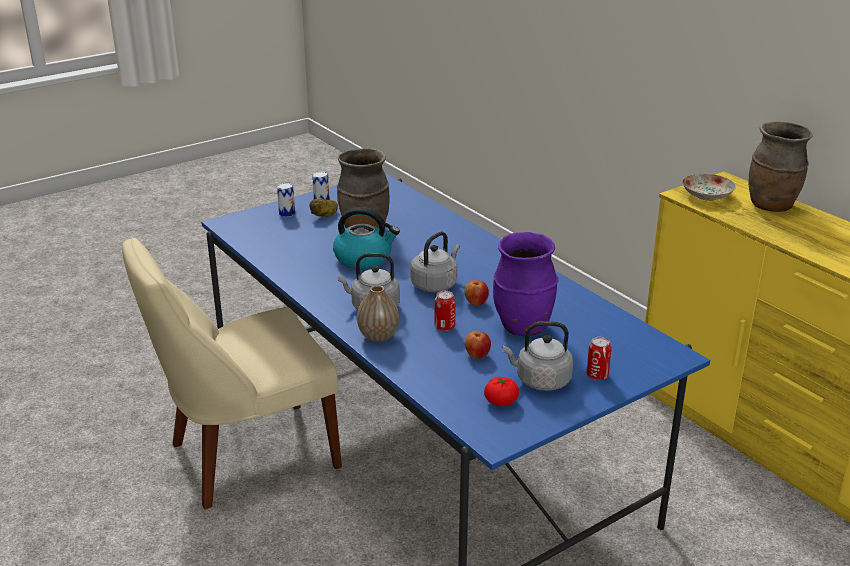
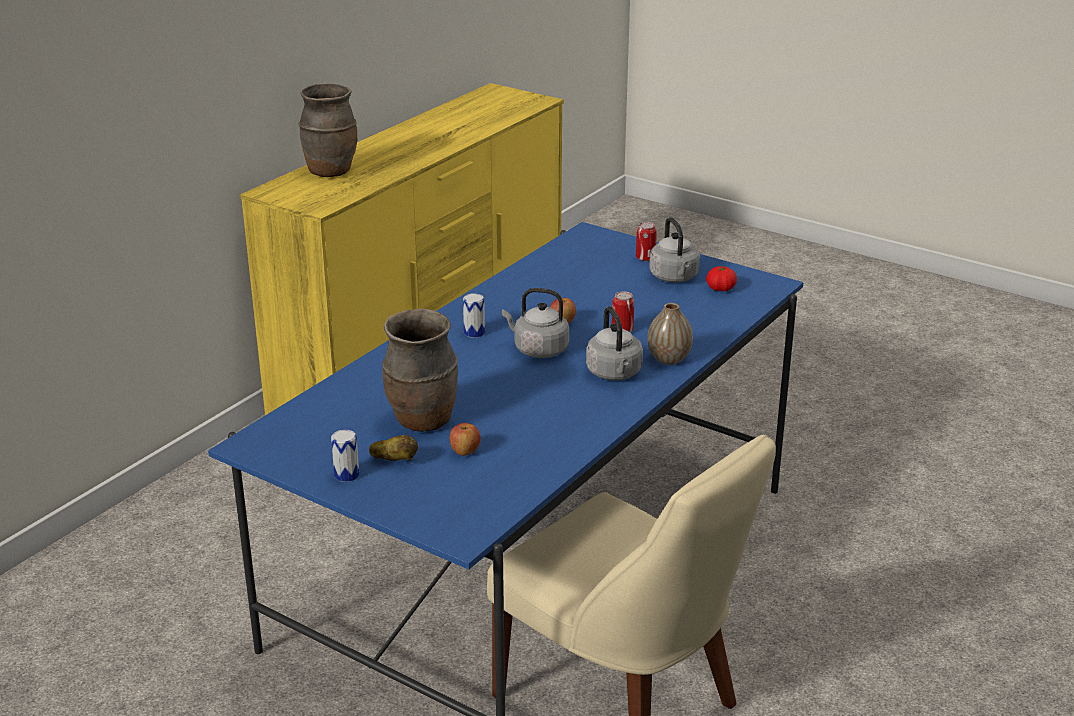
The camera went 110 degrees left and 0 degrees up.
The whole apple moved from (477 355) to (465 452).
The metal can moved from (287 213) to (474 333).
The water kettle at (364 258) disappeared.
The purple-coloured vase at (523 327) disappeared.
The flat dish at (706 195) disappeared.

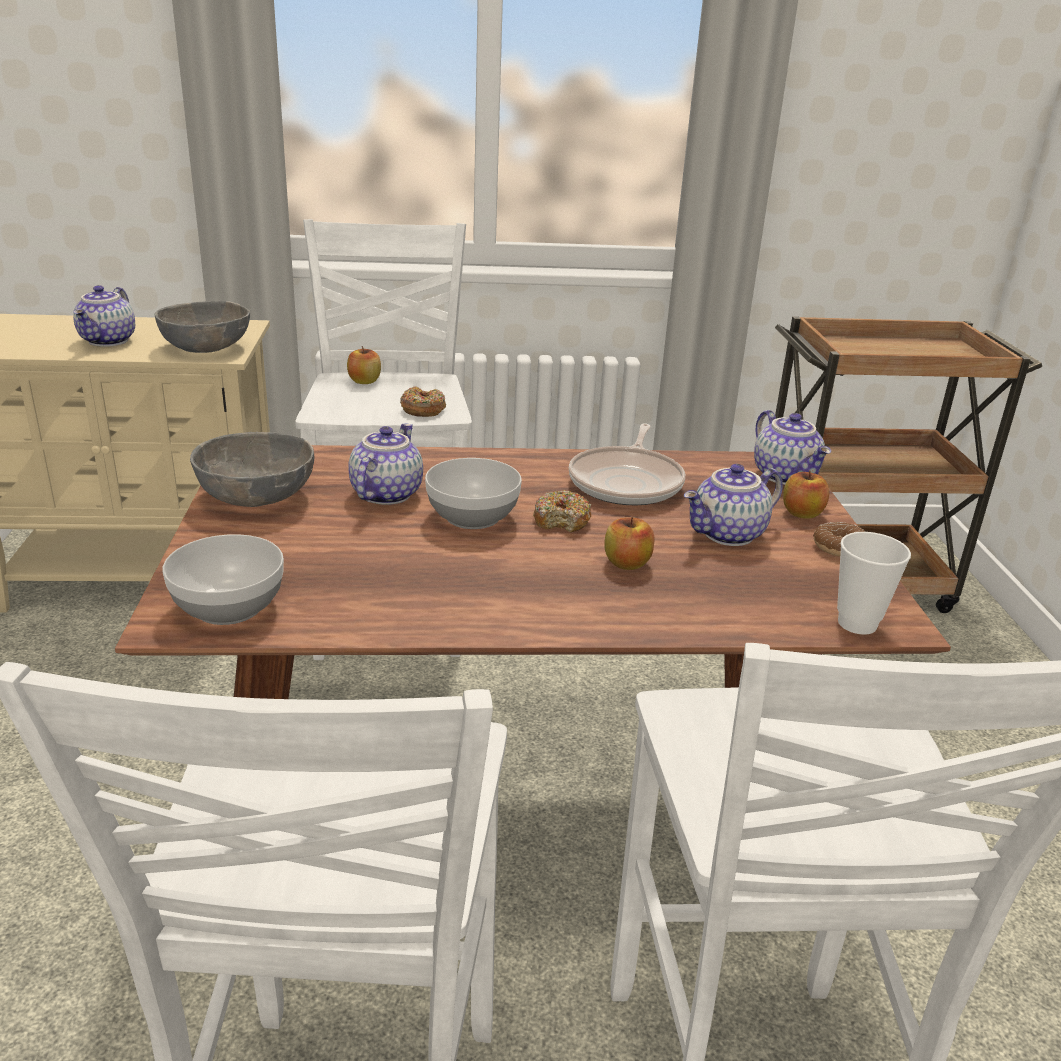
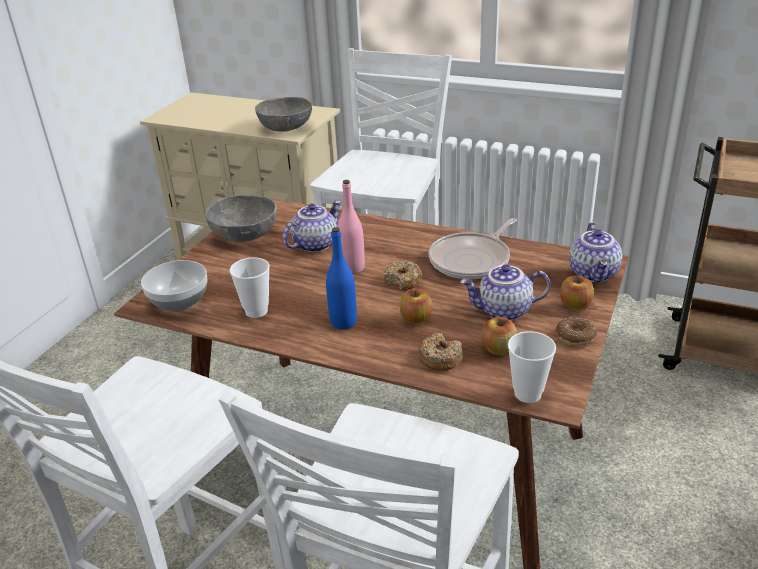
The camera went 30 degrees right and 5 degrees up.
The cup at (256 311) appeared.
The blue drink bottle at (343 322) appeared.
The bowl at (474 516) was replaced by the pinkish drink bottle at (352 268).
The donut moved from (422 409) to (440 358).
The whole apple moved from (364 381) to (498 349).
The tea pot at (109 341) disappeared.

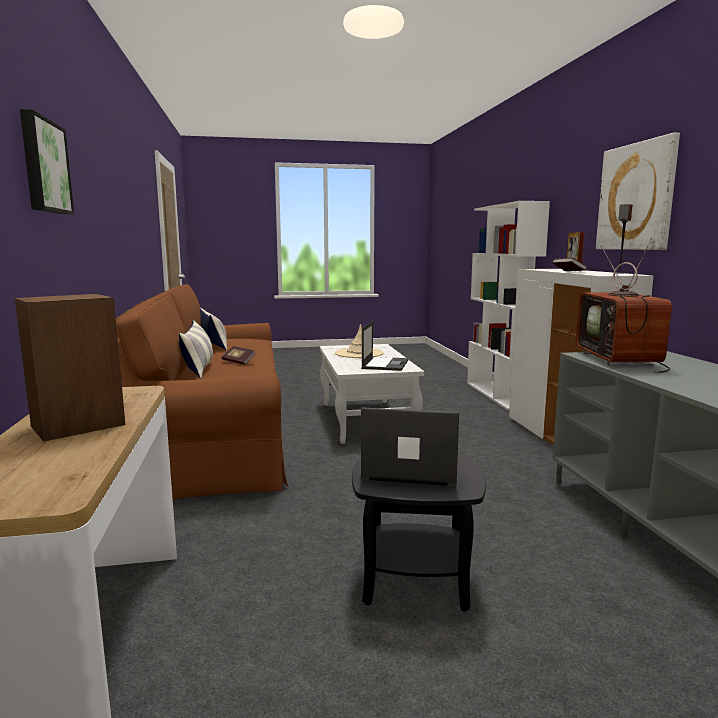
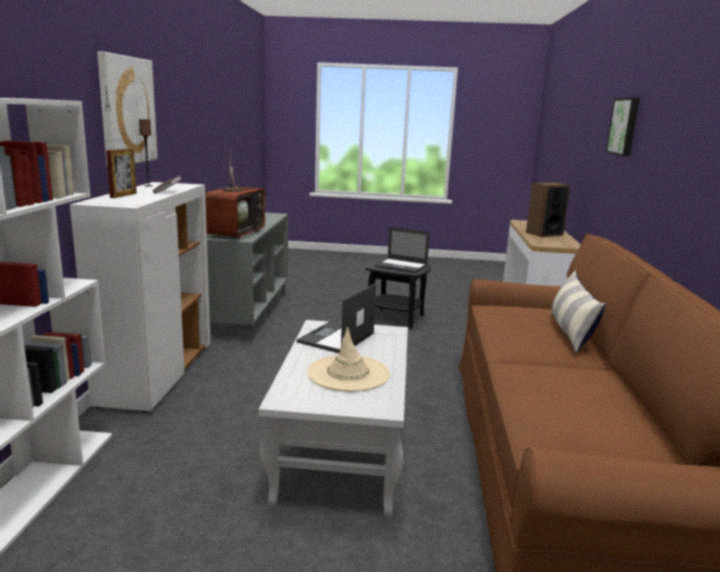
The camera went 165 degrees left and 5 degrees up.
The cushion at (214 344) disappeared.
The bound book at (238 362) disappeared.

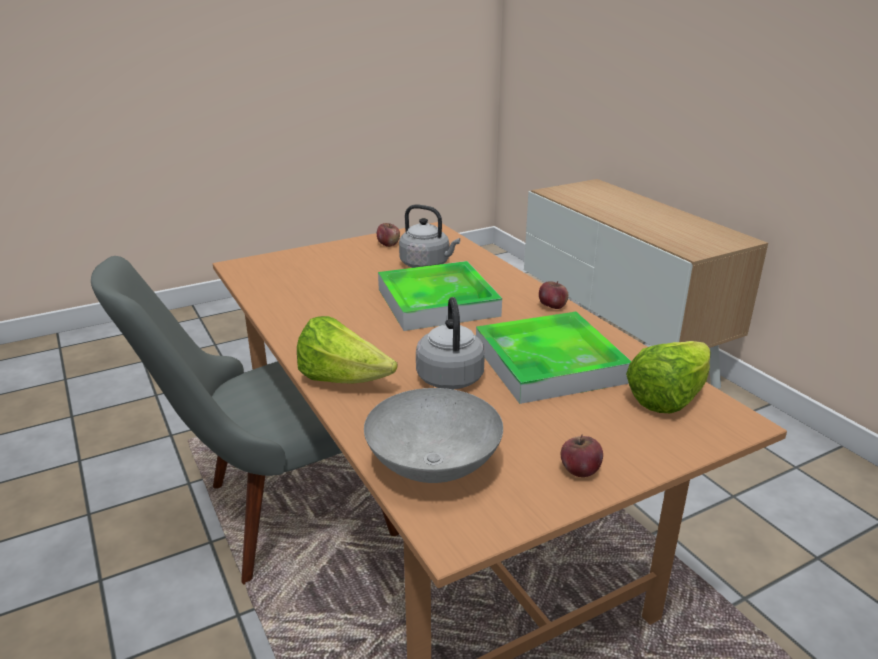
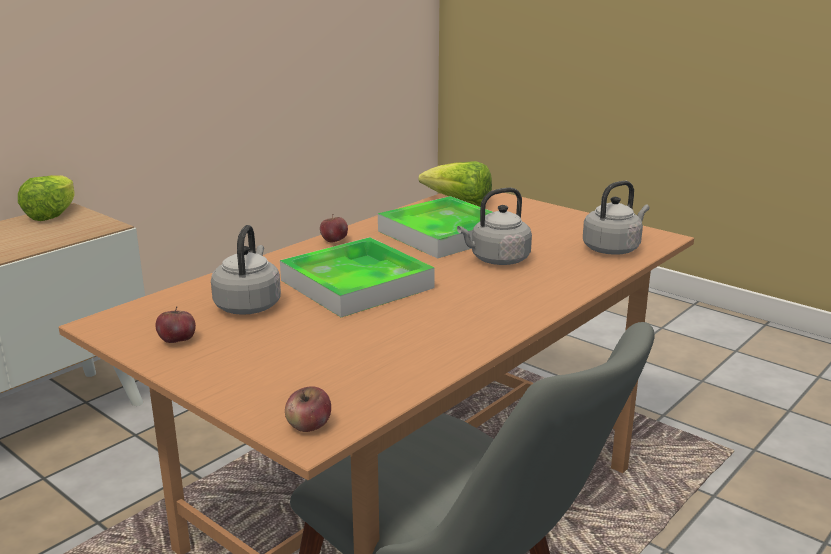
The camera went 110 degrees left and 5 degrees down.
The lettuce moved from (343 380) to (52 215).
The whole apple moved from (579 470) to (309 426).
The gray bowl at (435 468) was replaced by the gray water kettle at (613 248).

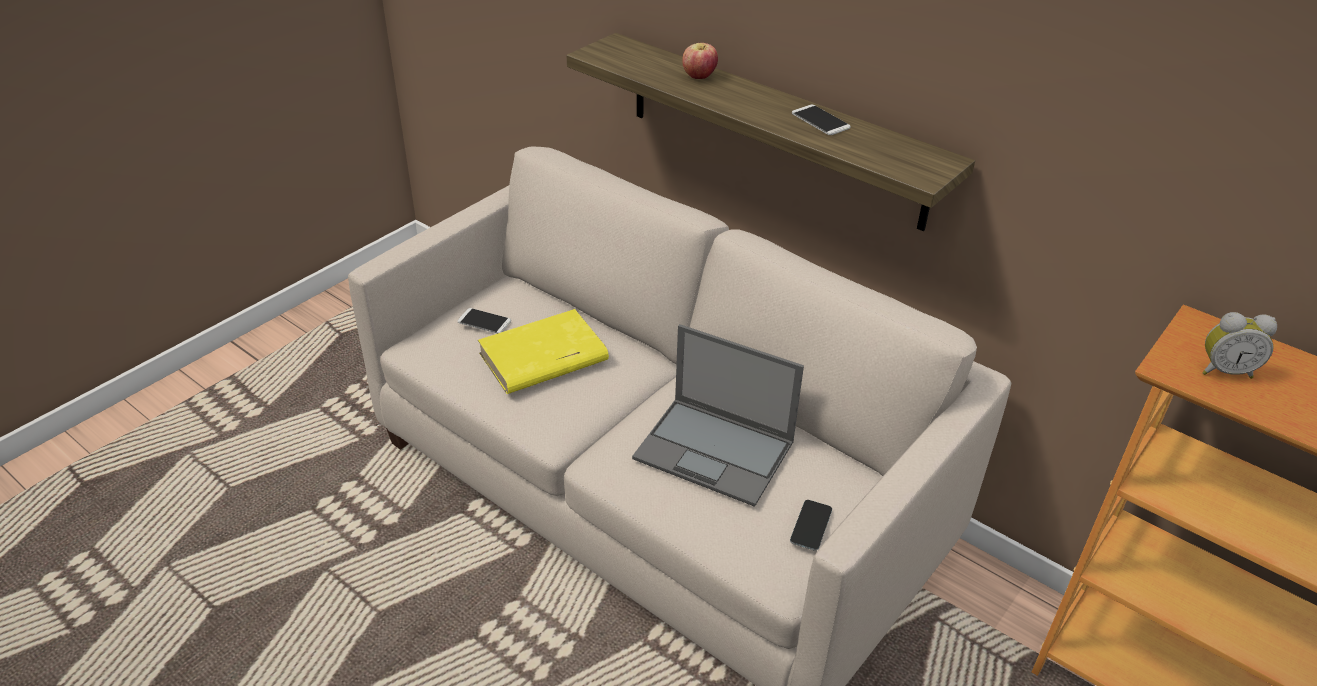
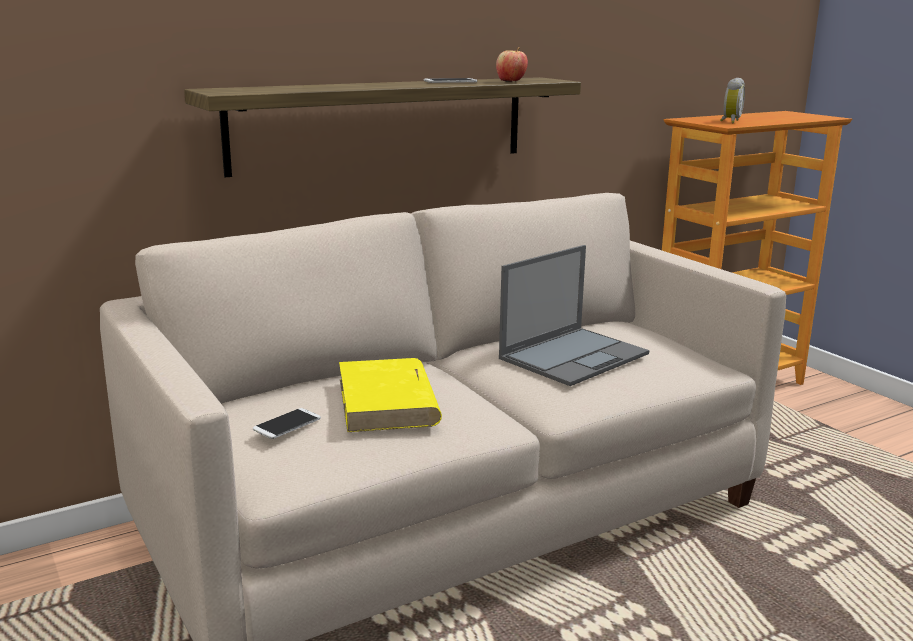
The camera went 70 degrees left and 20 degrees down.
The whole apple moved from (699 77) to (511 81).
The telephone at (811 525) disappeared.

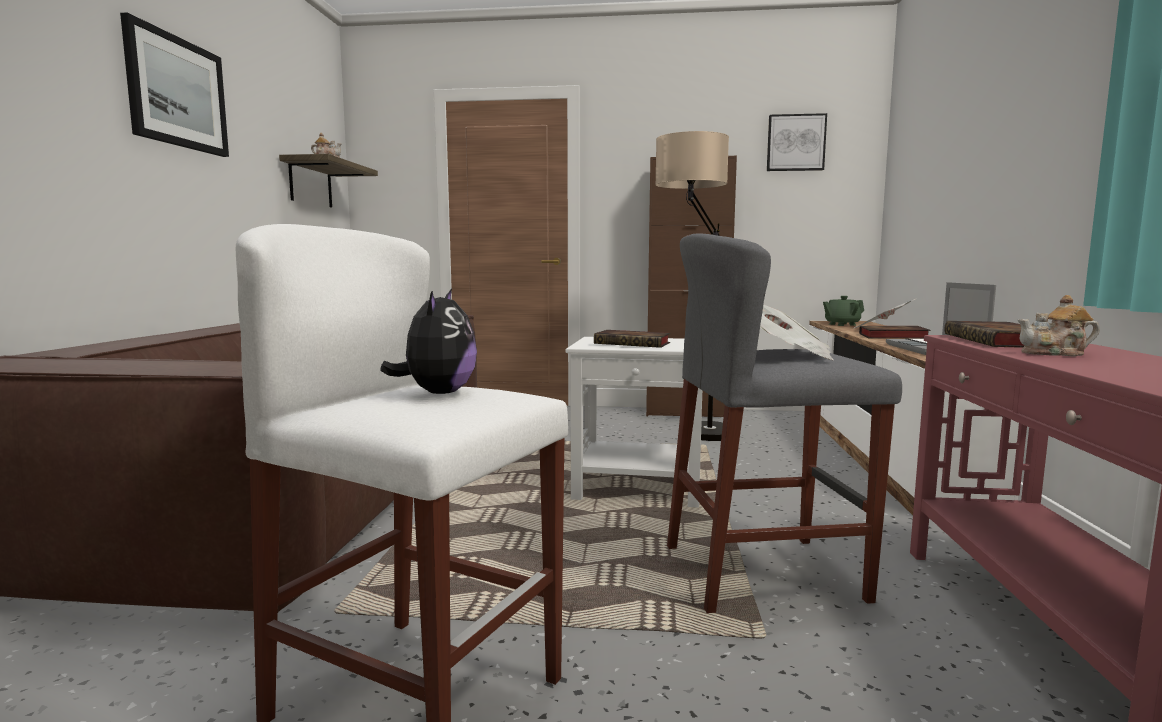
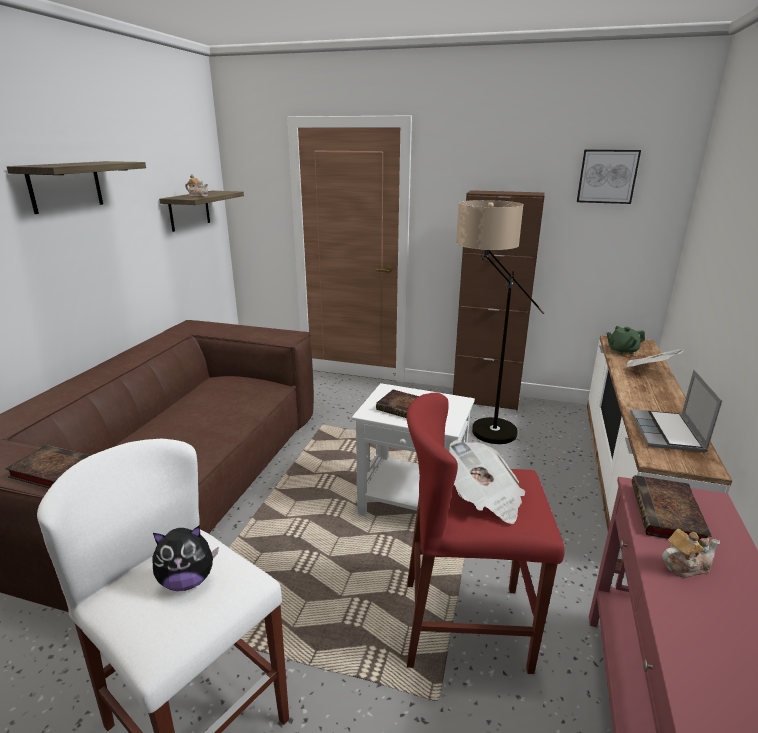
The camera went 10 degrees right and 15 degrees up.
The bound book moved from (891 336) to (52 471).
The wall picture at (177 92) was replaced by the shelf at (65 186).
The plush toy at (437 393) turned 60 degrees clockwise.
The gray stool seat at (763 573) became the red-coloured stool seat at (465 625).
The tea pot at (1055 354) turned 150 degrees clockwise.

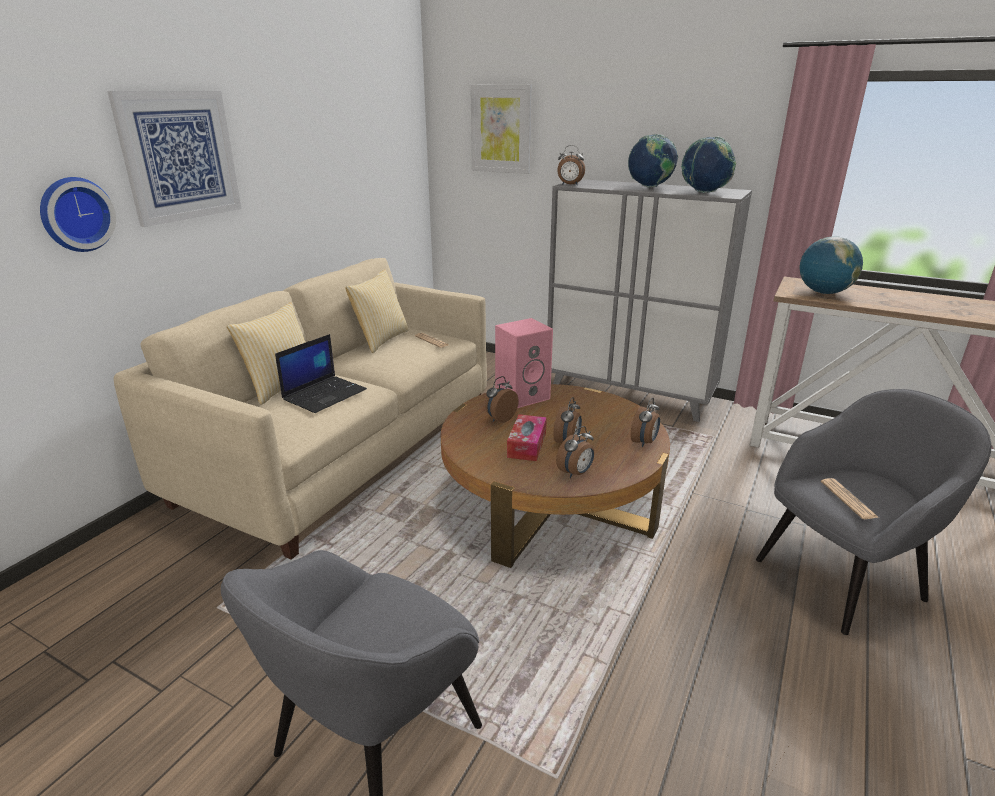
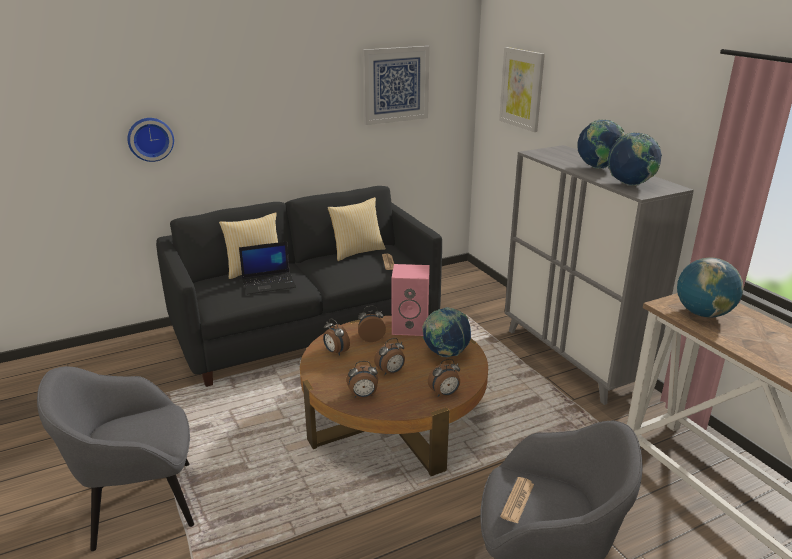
The camera went 35 degrees right and 0 degrees up.
The beige-coloured settee at (344 451) became the blackish settee at (306 328).
The alarm clock moved from (569 185) to (335 352).
The wall picture moved from (180 156) to (395 85).
The globe at (445 354) appeared.
The box of tissues at (527 445) disappeared.

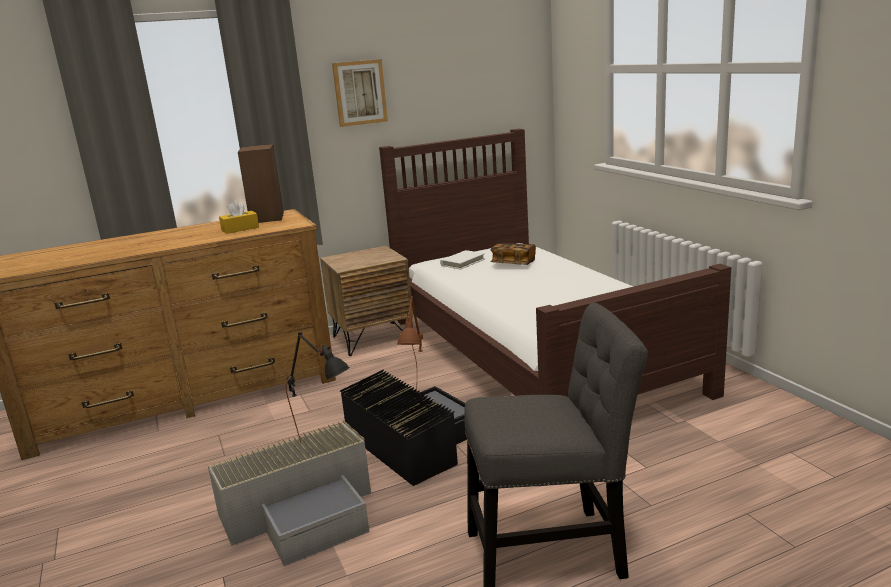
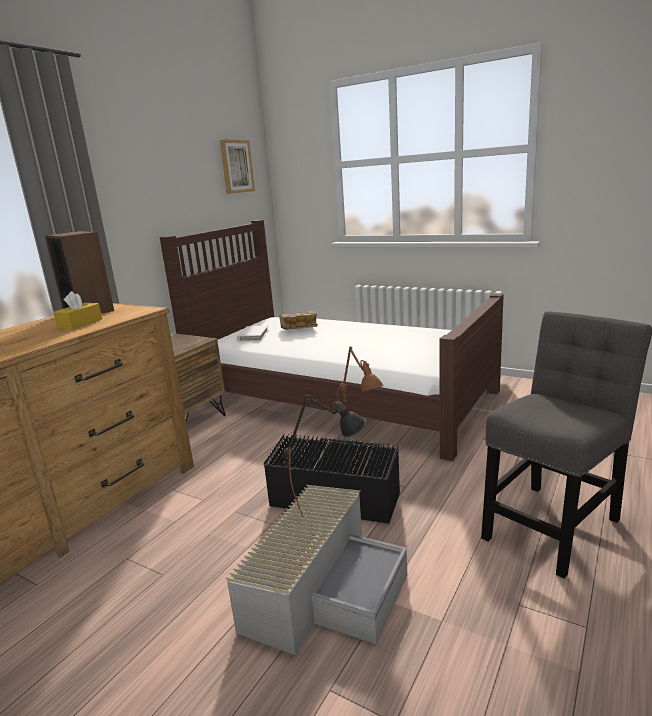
The camera went 35 degrees left and 0 degrees up.
The wall picture moved from (359 92) to (236 166).

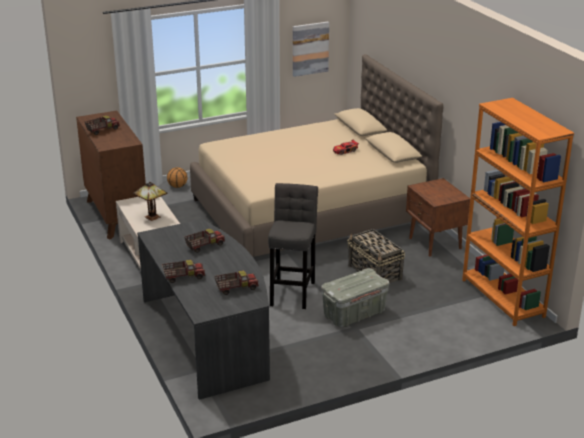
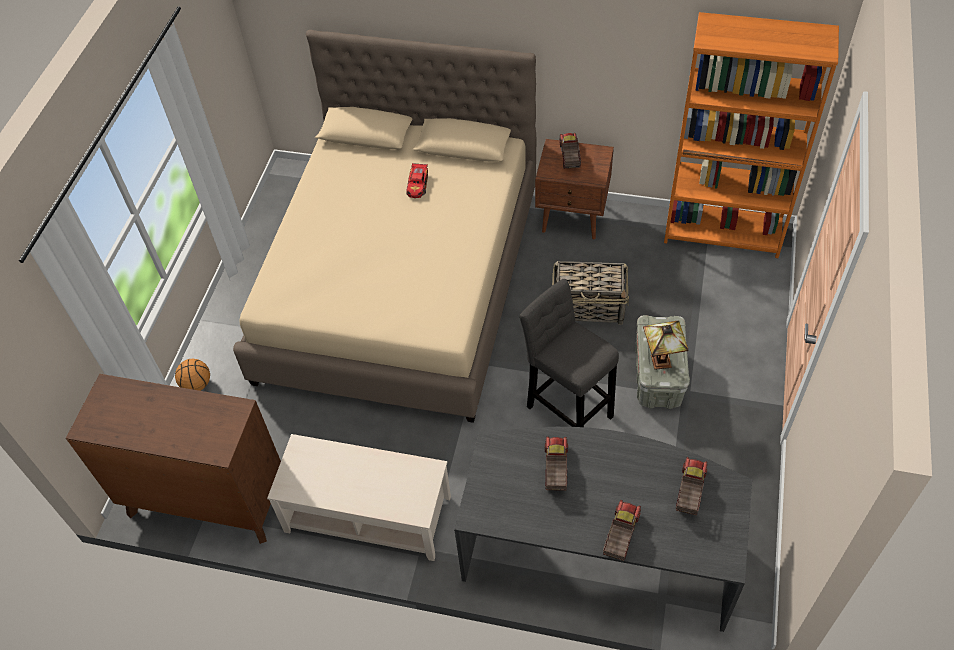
The camera went 50 degrees left and 25 degrees up.
The toy truck moved from (102 130) to (569 157).
The table lamp moved from (152 218) to (662 362).
The wall picture at (310 48) disappeared.

